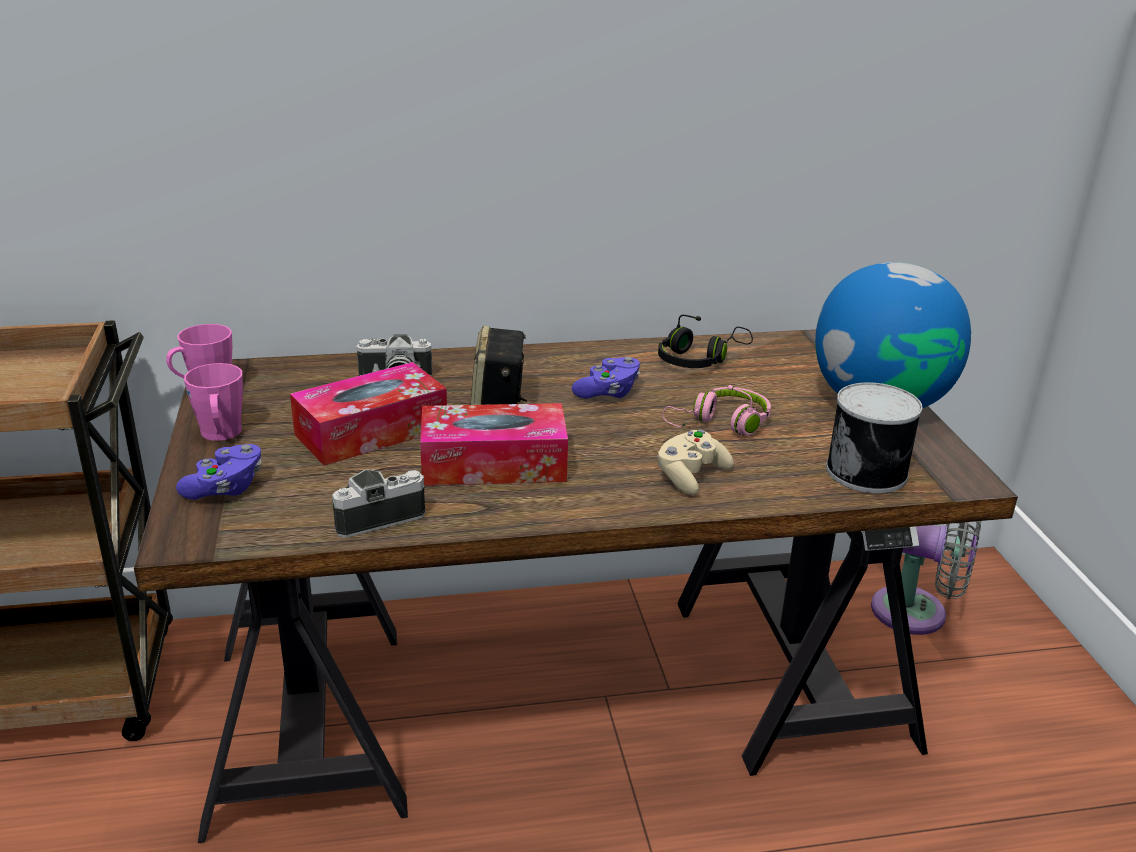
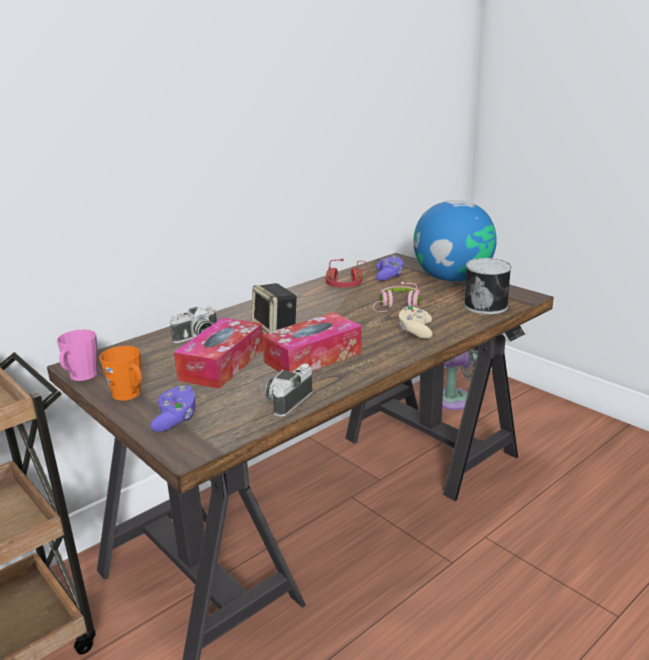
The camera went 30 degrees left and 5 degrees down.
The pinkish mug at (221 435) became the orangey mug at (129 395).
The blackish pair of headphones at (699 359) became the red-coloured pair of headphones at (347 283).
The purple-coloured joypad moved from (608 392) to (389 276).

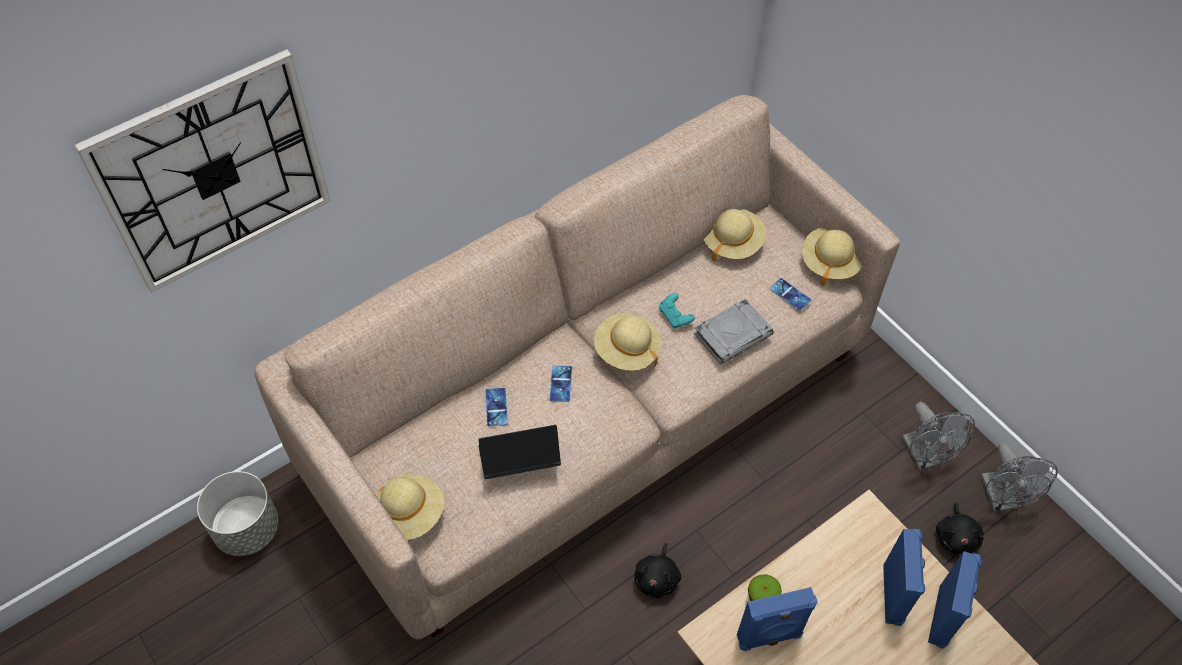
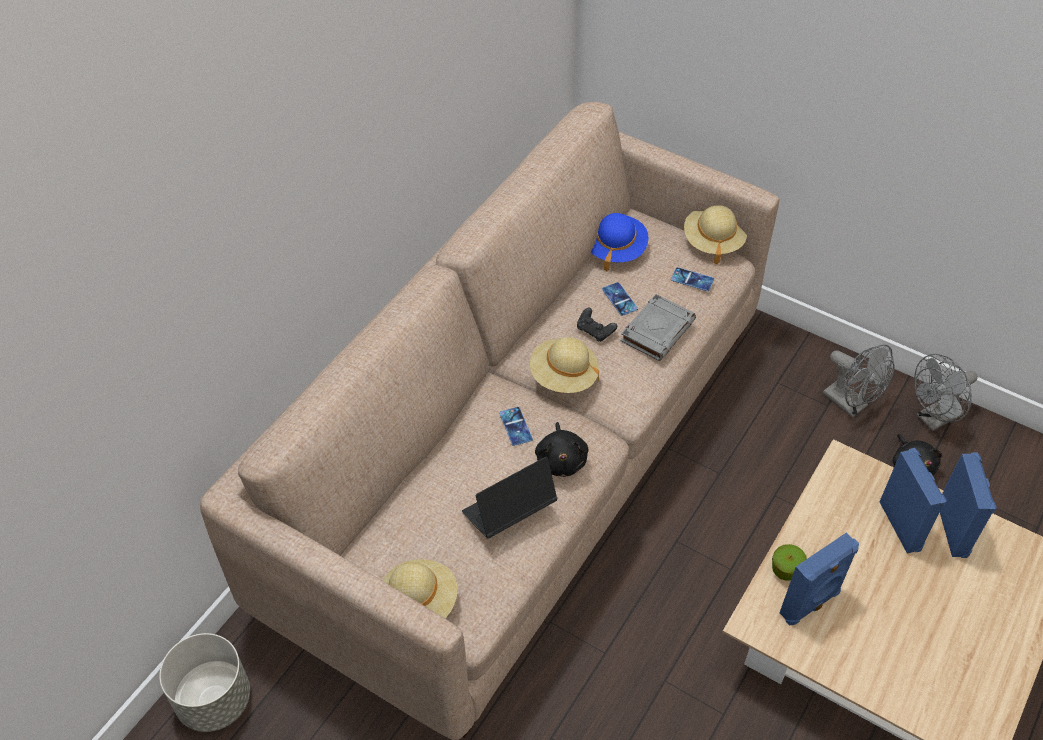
The camera went 20 degrees left and 5 degrees down.
The blackish plush toy moved from (657 578) to (561 460).
The turquoise-coloured joypad at (675 316) became the blackish joypad at (595 331).
The beige-coloured clothing hat at (732 242) became the blue clothing hat at (615 249).
The telephone moved from (496 407) to (619 299).
The gray cooling fan at (1001 499) turned 90 degrees clockwise.
The hanging clock at (213 173) disappeared.

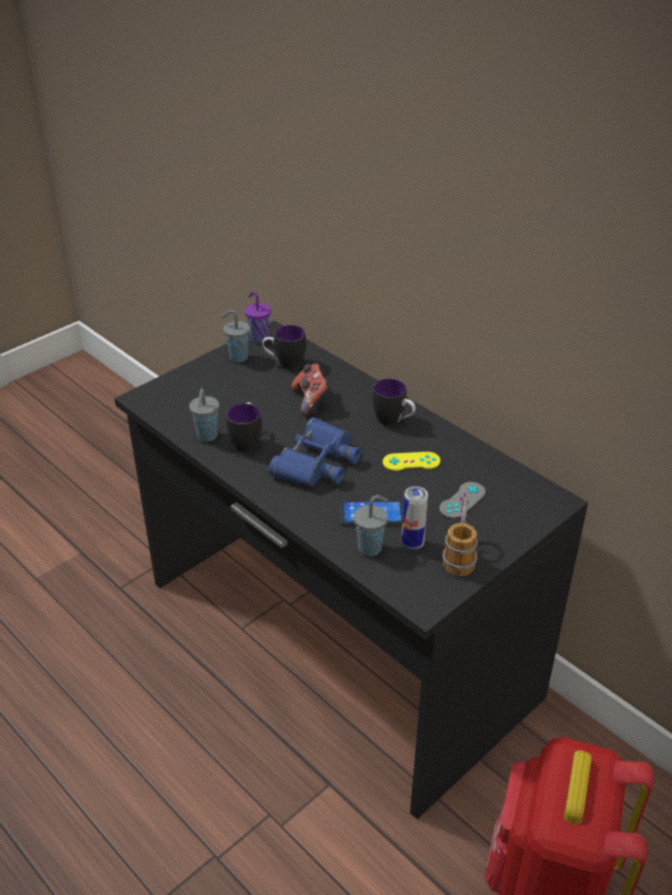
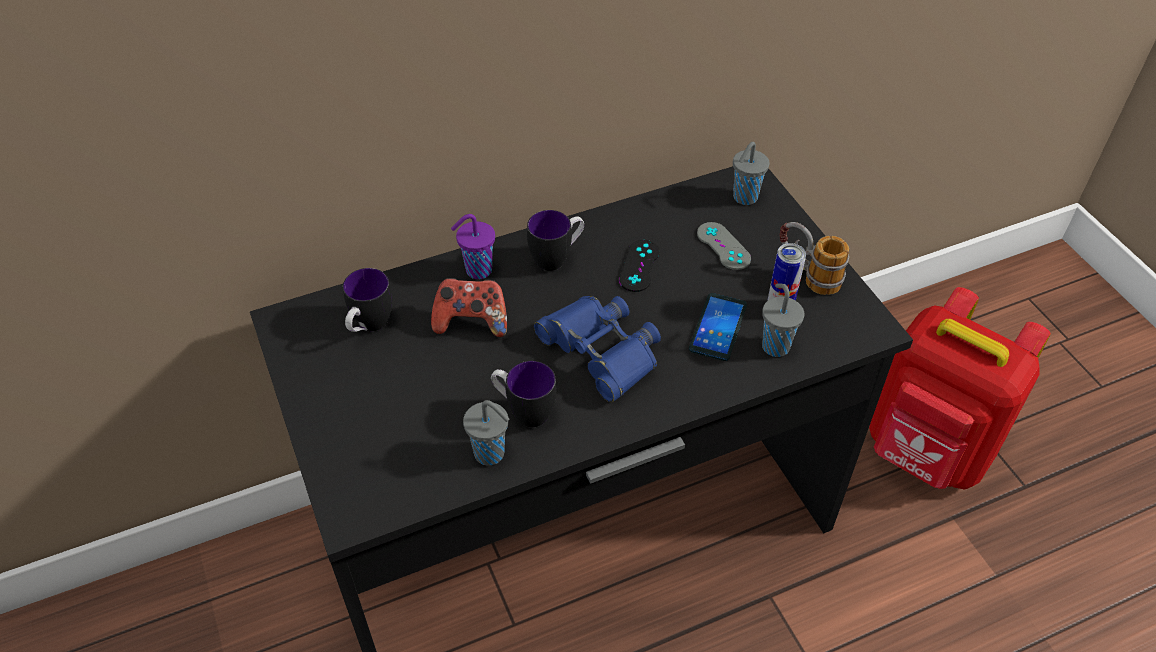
The camera went 70 degrees left and 10 degrees up.
The purple-coloured cup moved from (258 338) to (477 270).
The yellow-coloured joypad at (411 462) became the blackish joypad at (639 266).
The gray cup moved from (237 357) to (744 198).

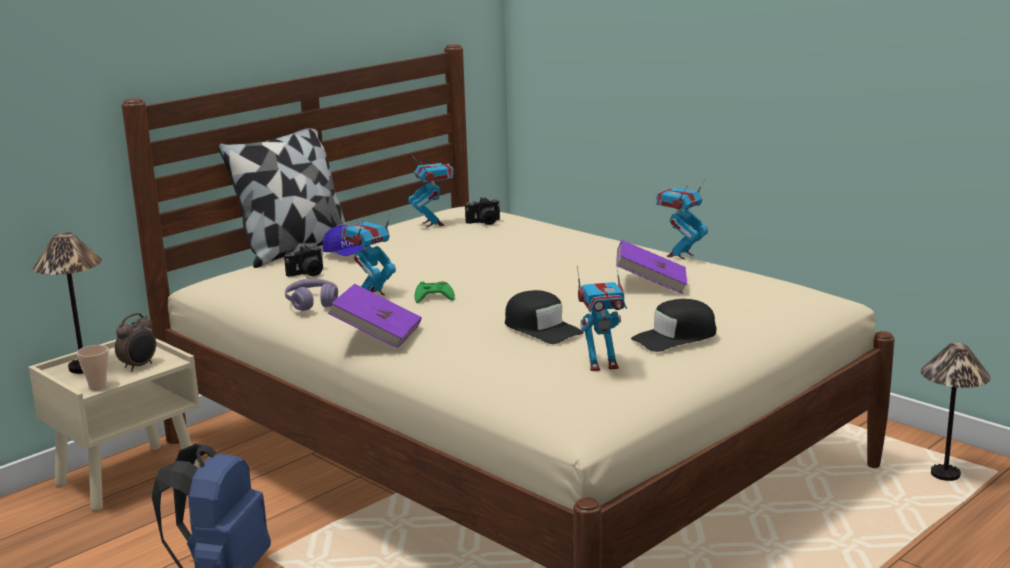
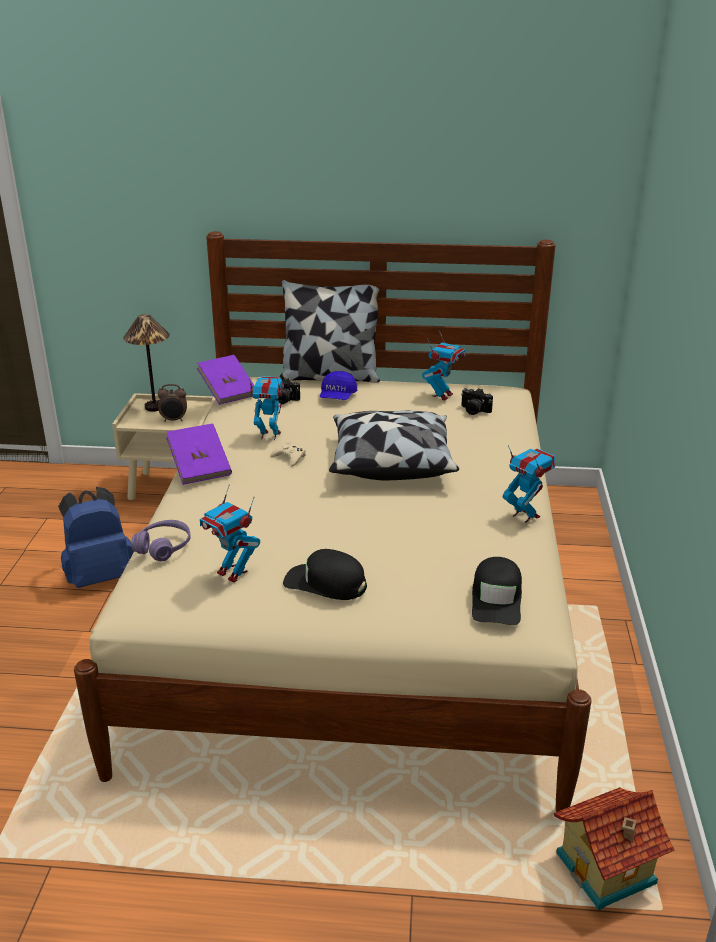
The camera went 50 degrees right and 10 degrees up.
The purple-coloured pair of headphones moved from (312 303) to (163 547).
The purple-coloured bound book moved from (651 284) to (228 392).
The green-coloured joypad at (433 297) became the beige-coloured joypad at (290 457).
The cushion at (390 462) appeared.
The blackish baseball cap moved from (541 328) to (497 599).
The toy robot at (680 255) turned 45 degrees clockwise.
The table lamp at (945 475) was replaced by the miniature house at (607 871).
The cup at (97 386) disappeared.

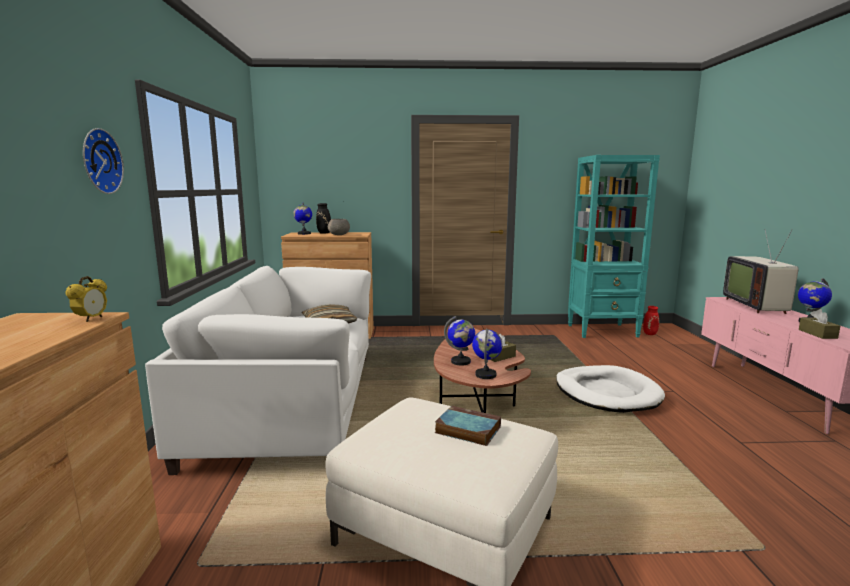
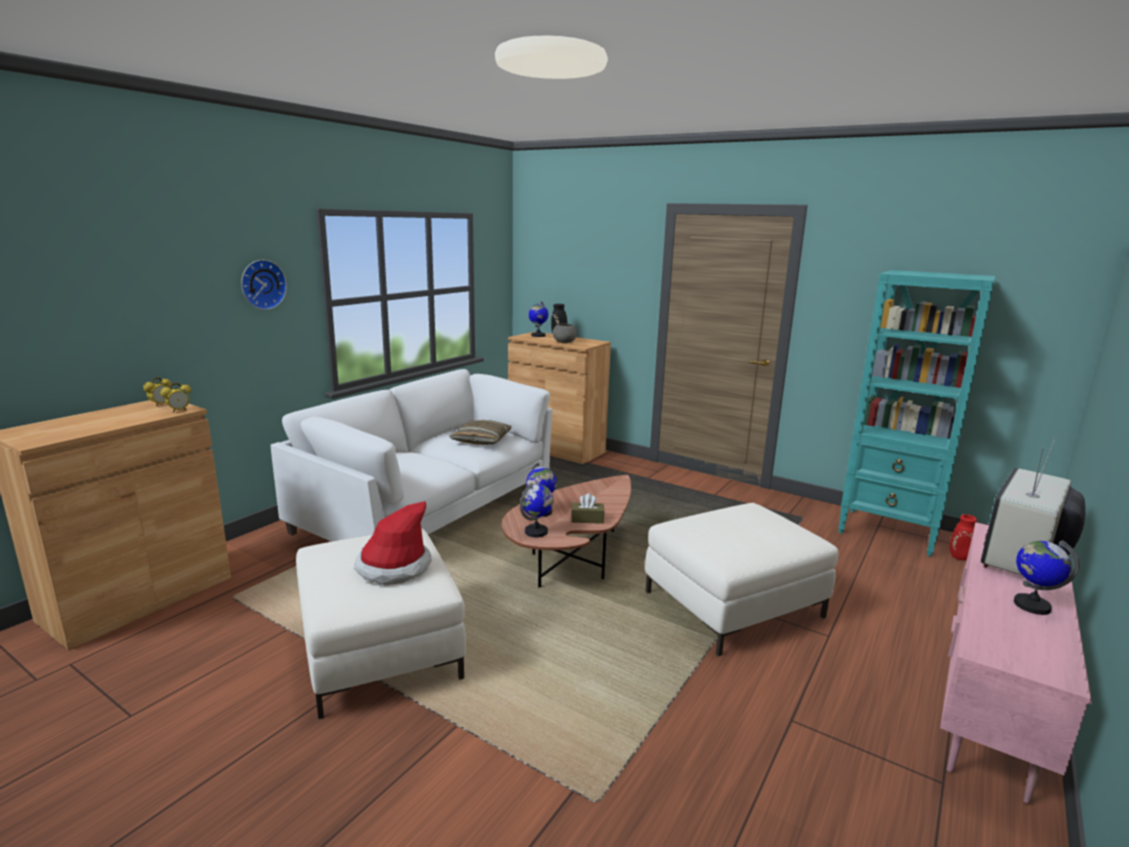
The camera went 35 degrees right and 5 degrees up.
The alarm clock at (160 405) appeared.
The bound book at (466 430) was replaced by the clothing hat at (394 567).
The white-coloured pet bed at (607 393) was replaced by the white-coloured ottoman at (734 604).
The brown-coloured box of tissues at (817 334) disappeared.

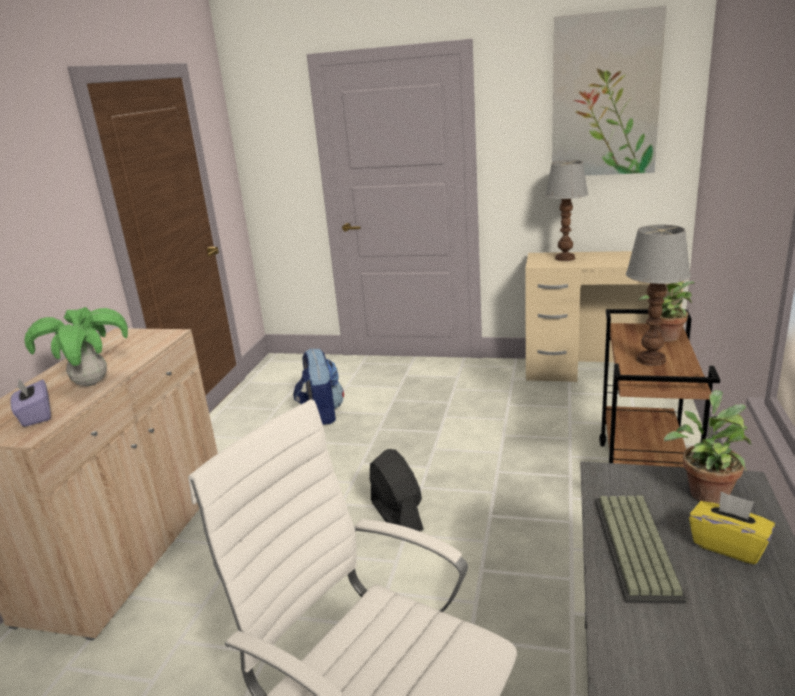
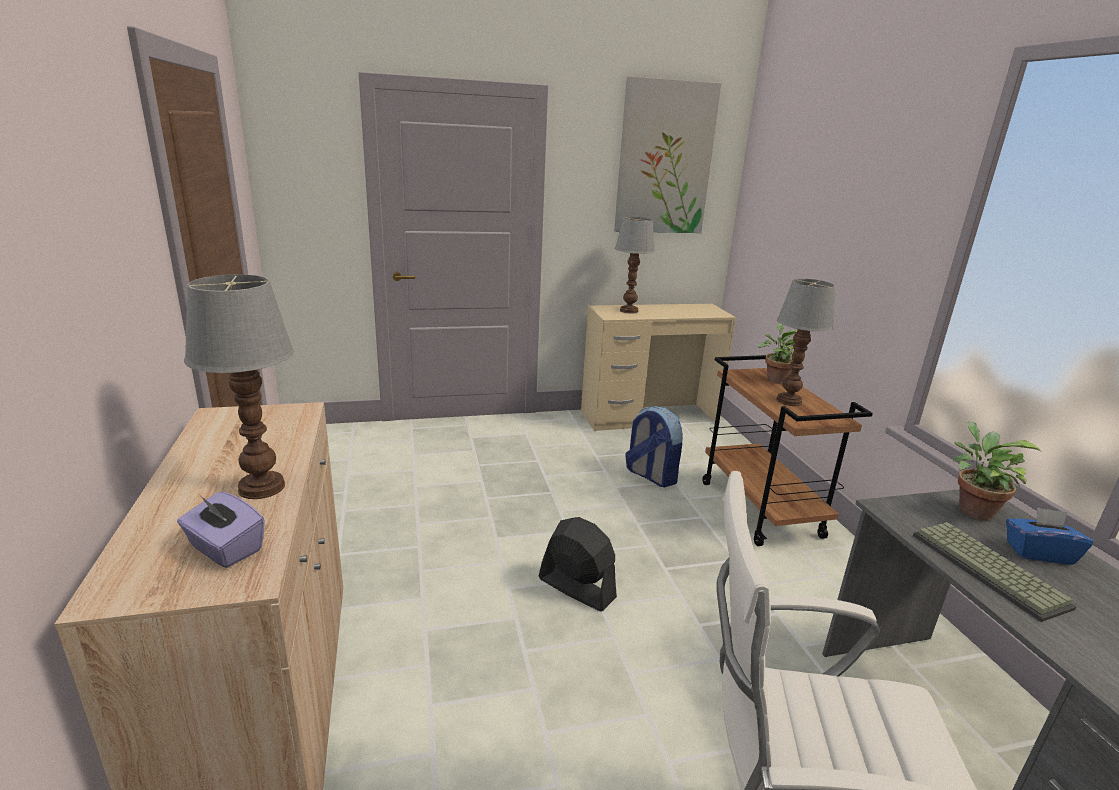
The camera went 30 degrees left and 0 degrees up.
The potted plant at (90 383) was replaced by the table lamp at (260 488).
The backpack moved from (321 414) to (650 476).
The yellow-coloured box of tissues at (728 545) became the blue box of tissues at (1038 553).

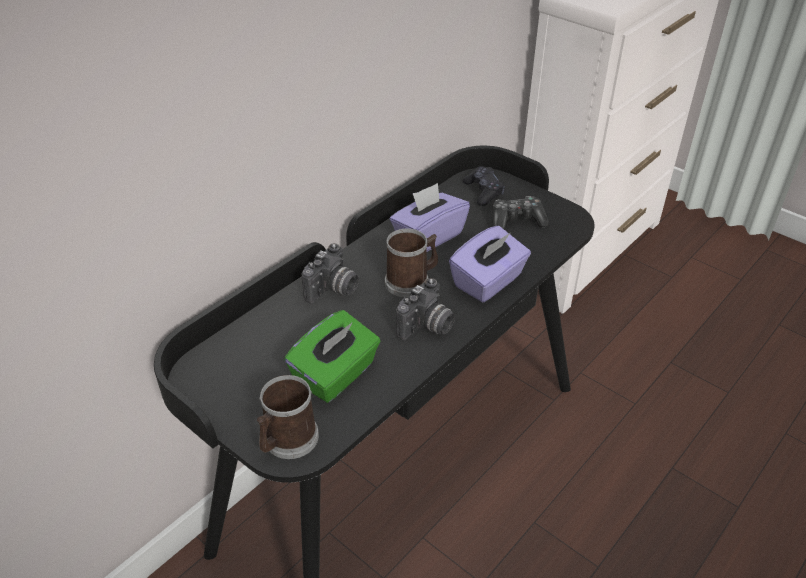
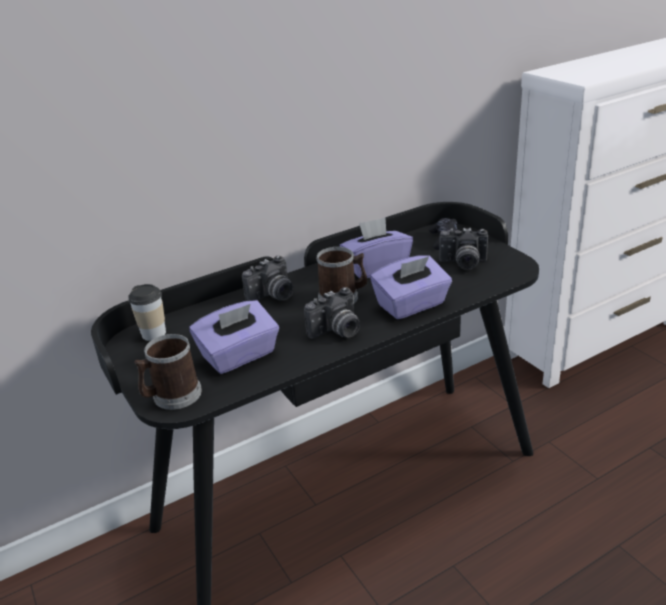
The camera went 20 degrees right and 10 degrees down.
The cup at (154 334) appeared.
The green-coloured box of tissues at (336 375) became the purple-coloured box of tissues at (239 356).
The joypad at (516 221) was replaced by the photo camera at (463 264).

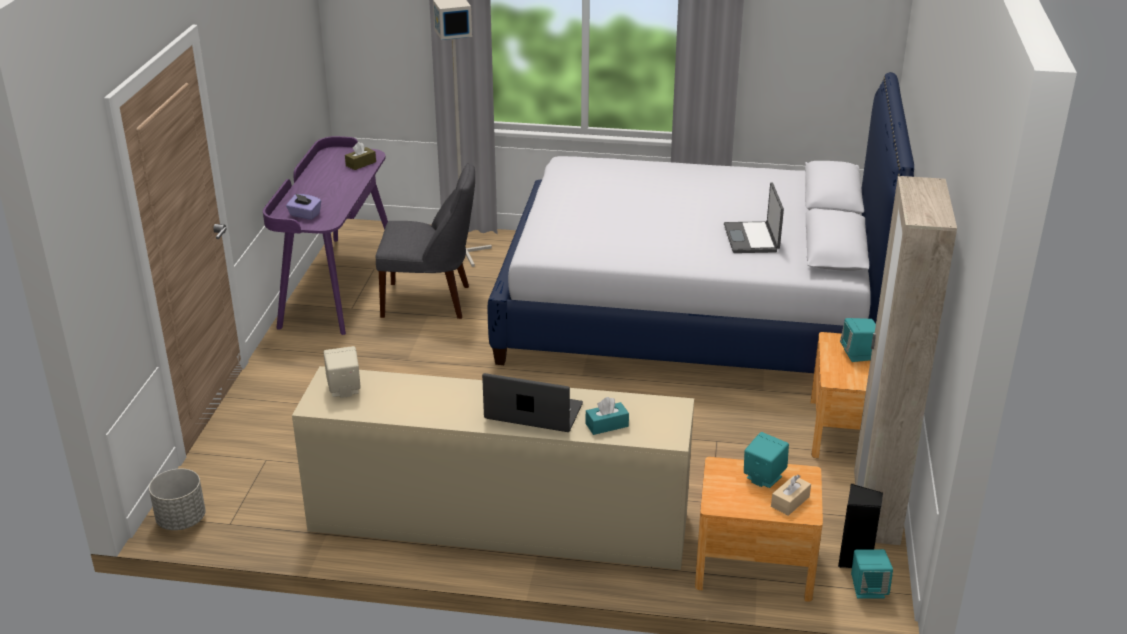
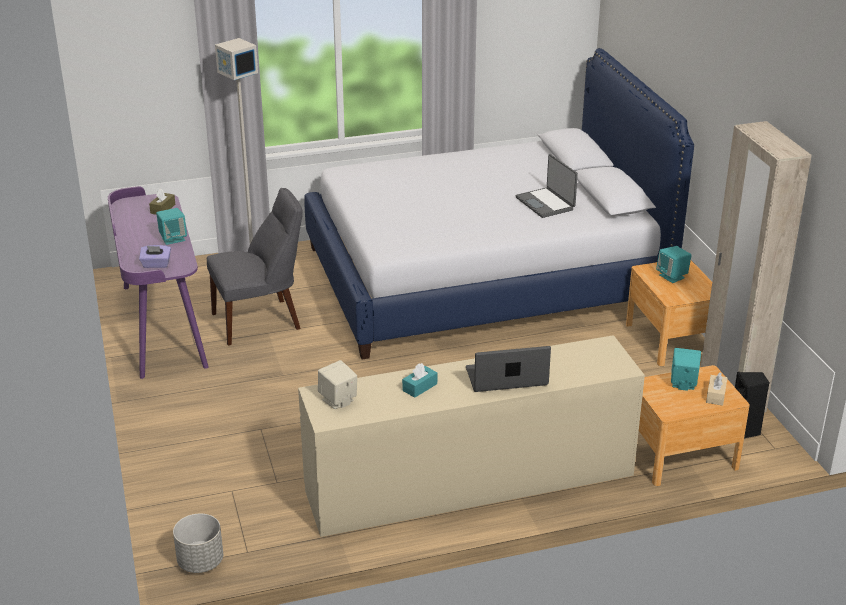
The camera went 25 degrees left and 0 degrees up.
The turquoise-coloured speaker moved from (868 589) to (173 239).
The turquoise-coloured box of tissues moved from (607 425) to (419 387).

